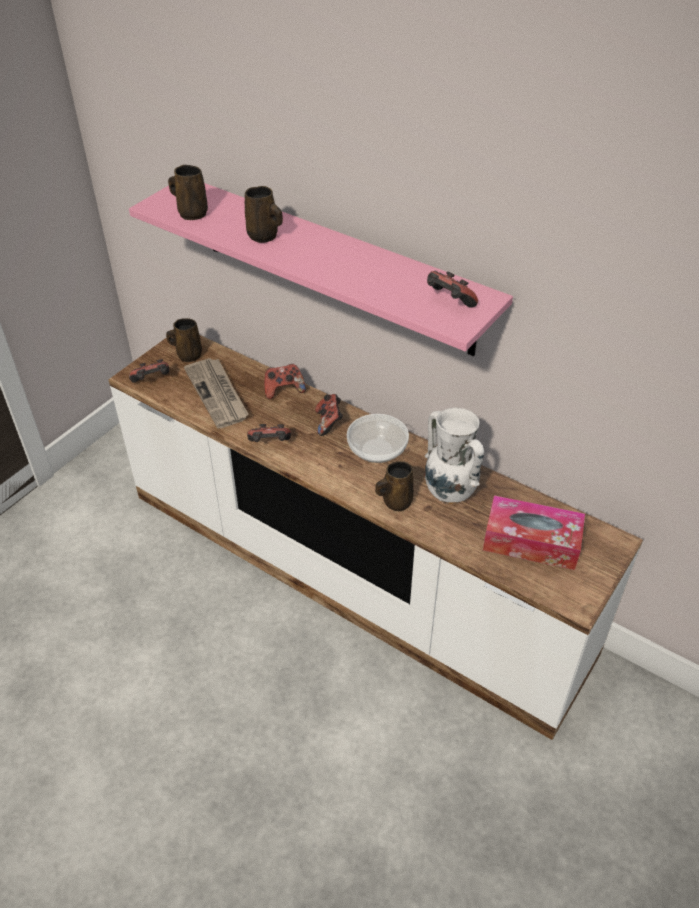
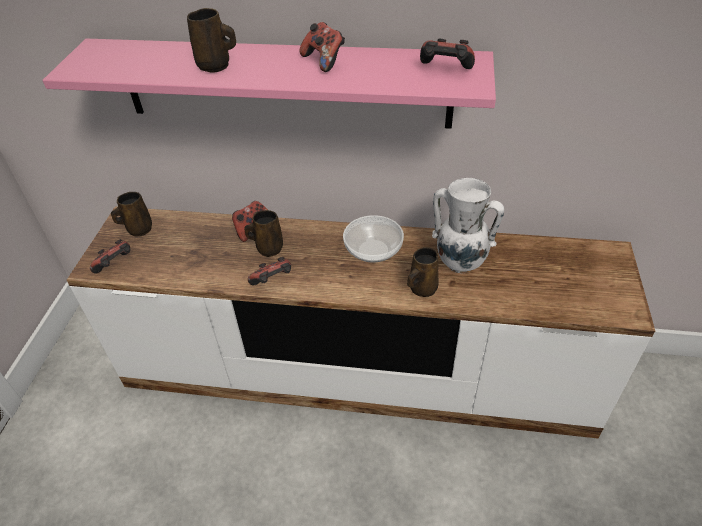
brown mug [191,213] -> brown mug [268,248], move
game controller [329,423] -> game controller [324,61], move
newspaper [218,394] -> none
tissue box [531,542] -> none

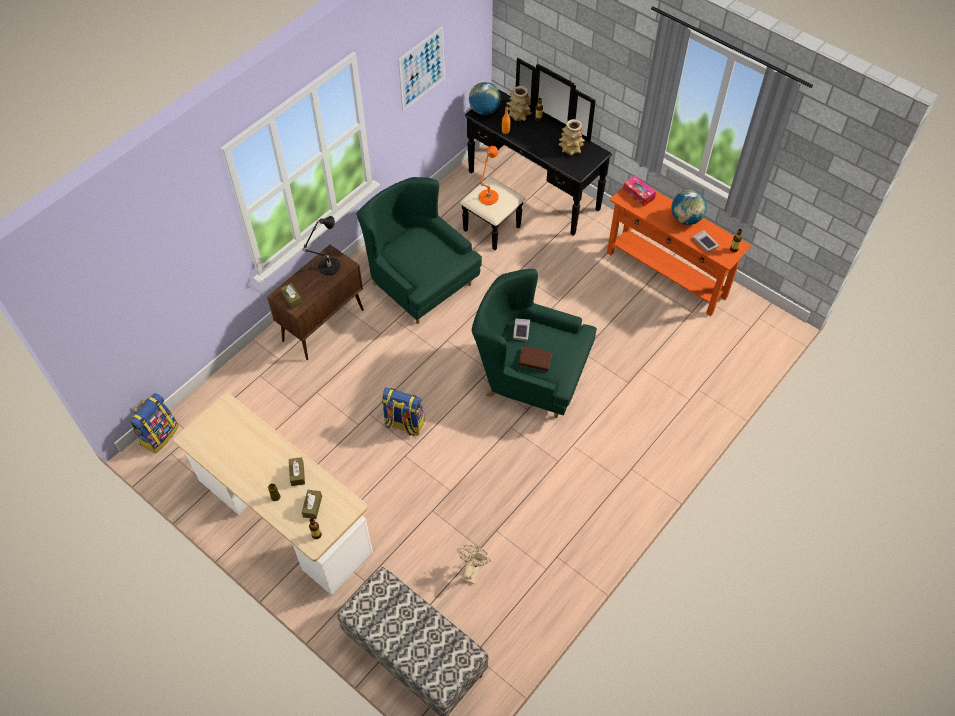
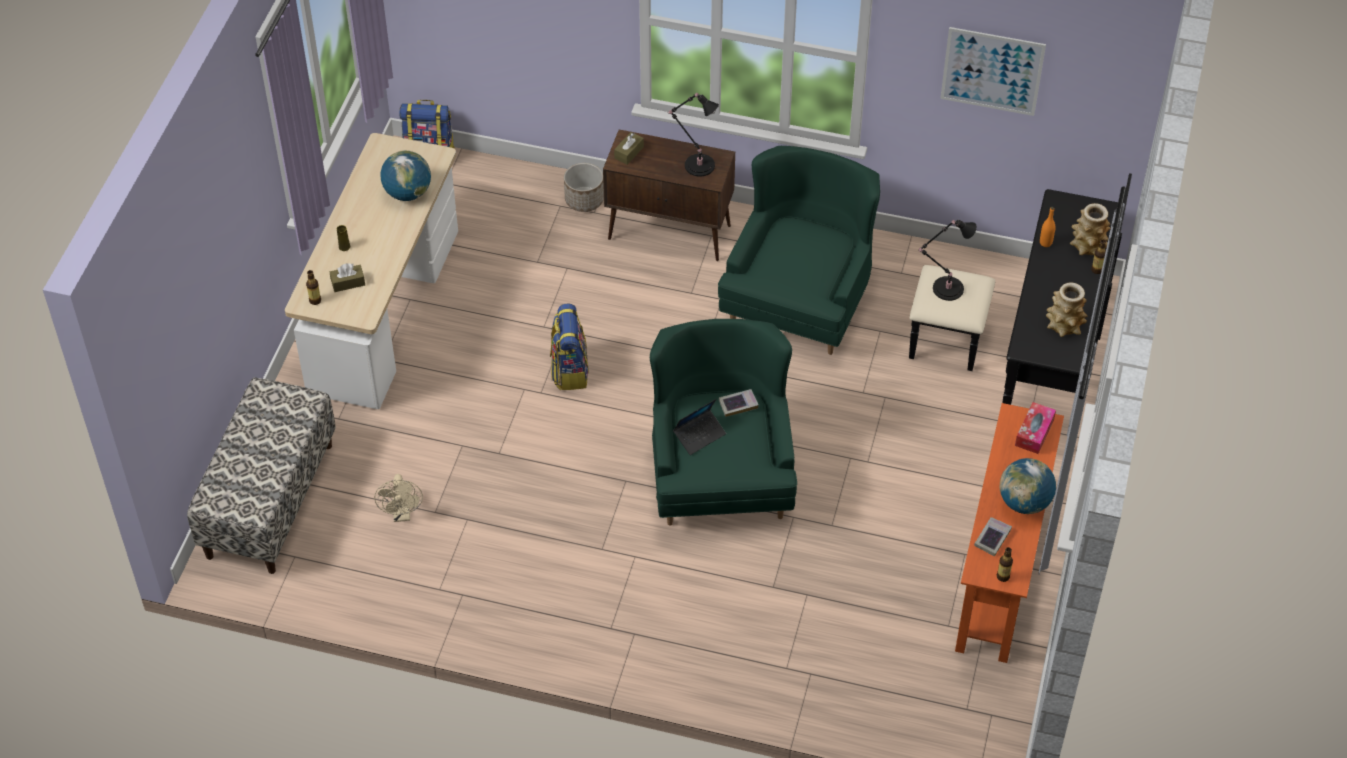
beige fan [472,570] -> beige fan [402,514], 90 degrees clockwise
globe [484,111] -> globe [407,193], move
none -> planter [584,199]
brown book [535,360] -> laptop [699,435]
orange table lamp [487,198] -> black table lamp [945,289]
brown tissue box [297,474] -> none

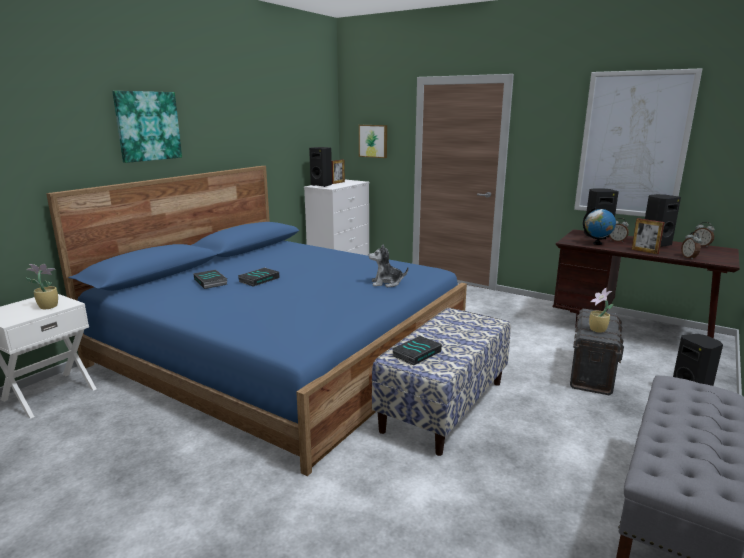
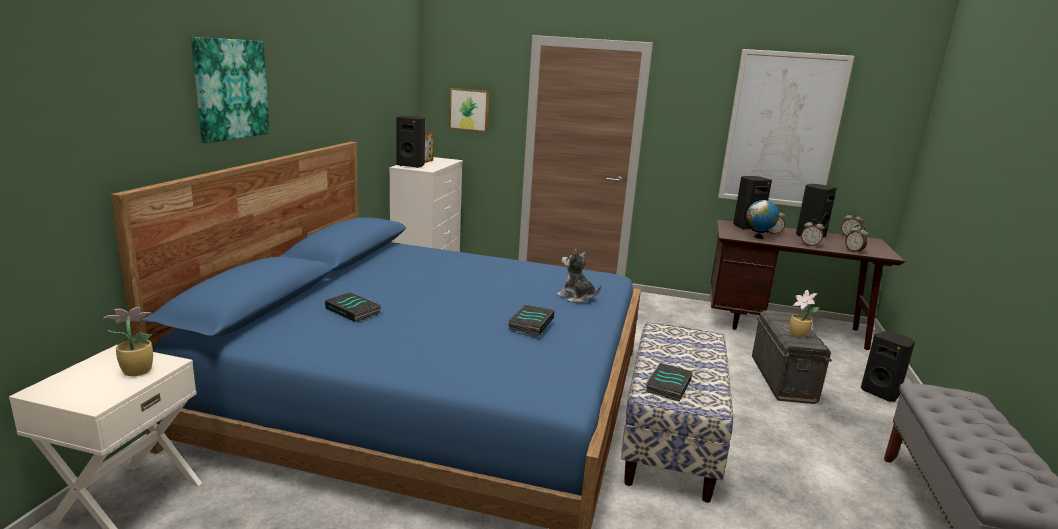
book [259,279] -> book [530,323], move
plush toy [386,283] -> plush toy [576,297], 60 degrees clockwise
picture frame [644,251] -> alarm clock [810,245]

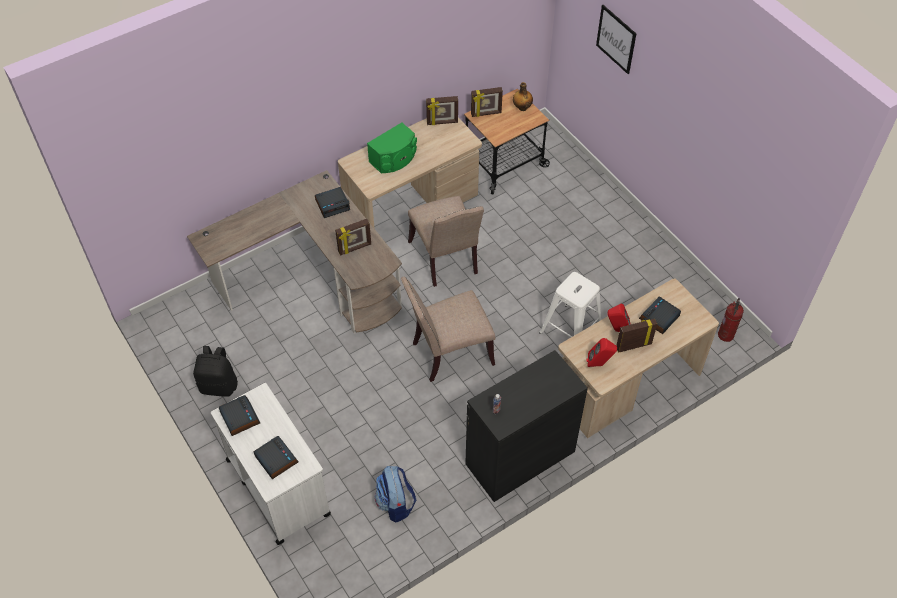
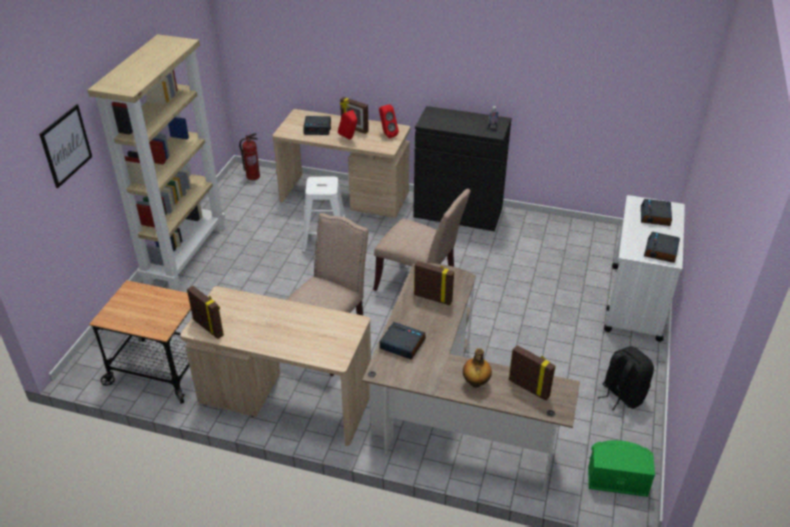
none -> beige bookcase [185,253]
bottle [522,107] -> bottle [475,383], move
picture frame [486,113] -> picture frame [529,388], move
green speaker [394,159] -> green speaker [617,477], move
backpack [395,504] -> none

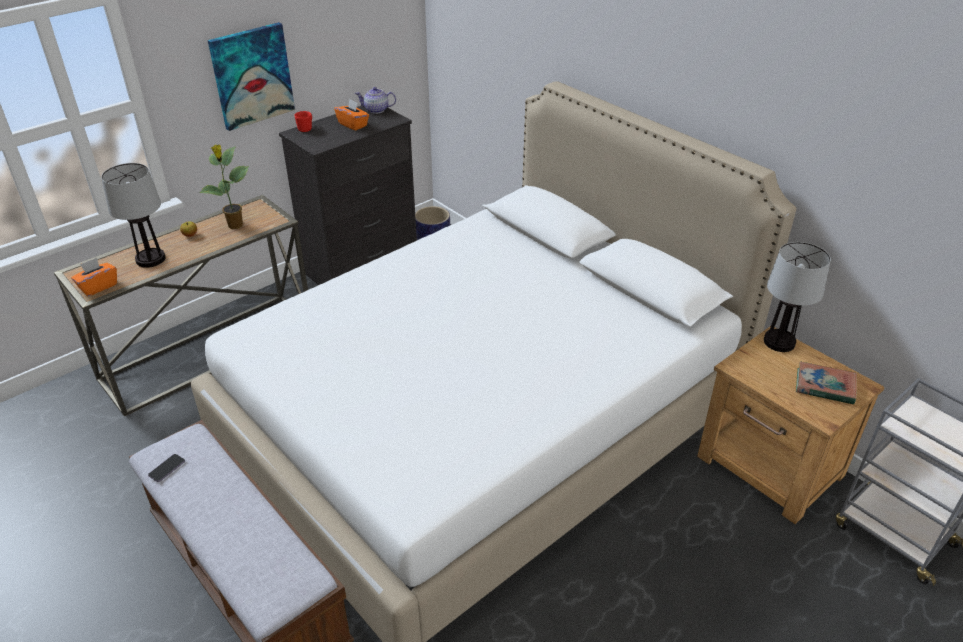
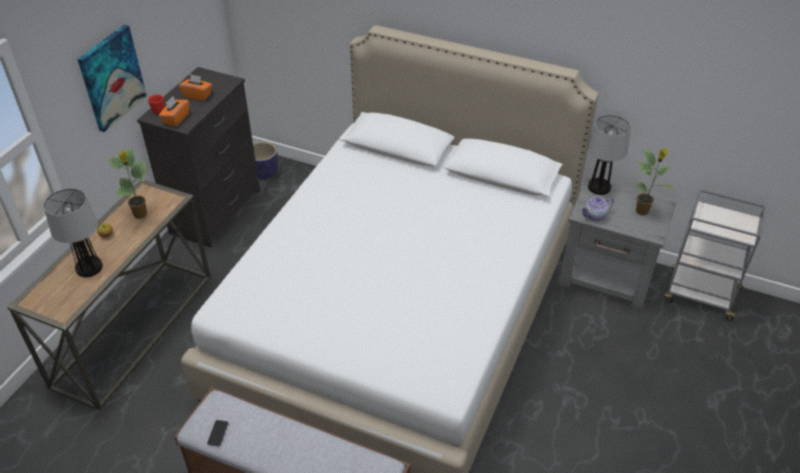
orange tissue box [98,287] -> orange tissue box [176,119], move
brown nightstand [770,468] -> grey nightstand [608,276]
teapot [376,110] -> teapot [595,216], move
book [824,386] -> potted plant [643,211]

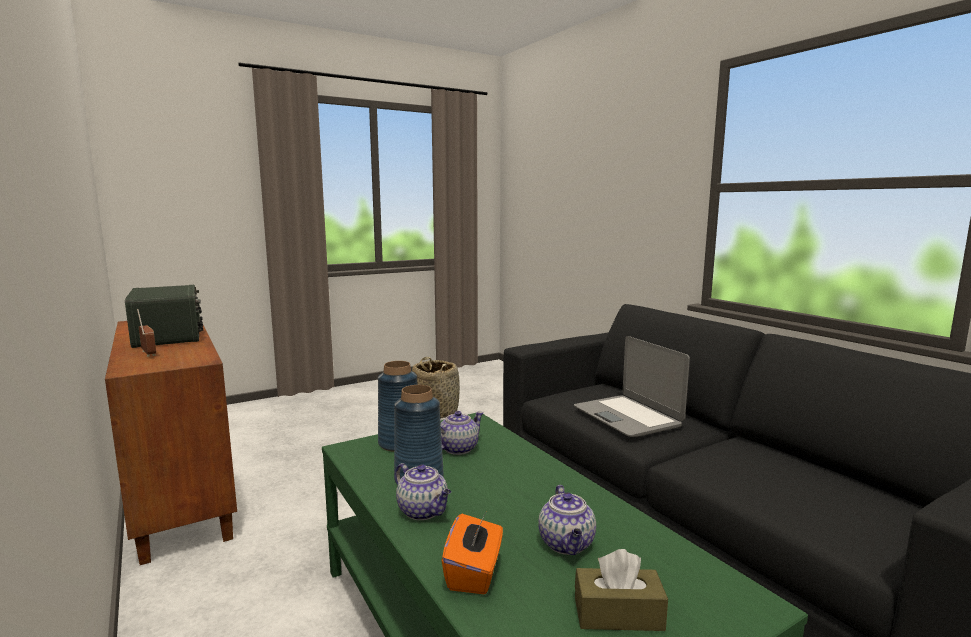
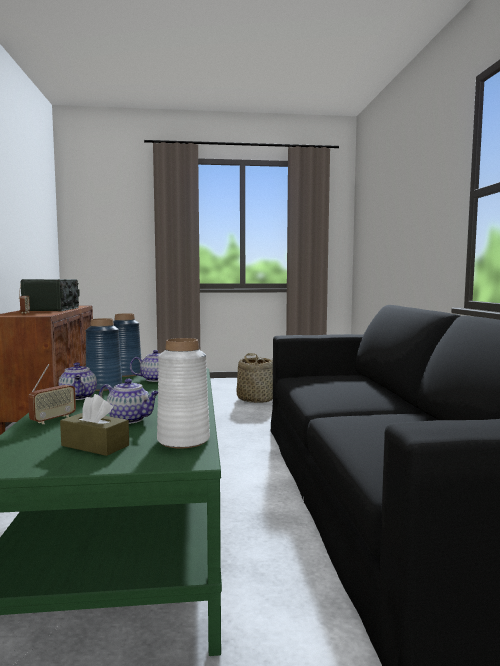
orange tissue box [474,573] -> radio [53,419]
teapot [567,544] -> teapot [130,419], 90 degrees counterclockwise
none -> white vase [183,440]
laptop [627,417] -> none

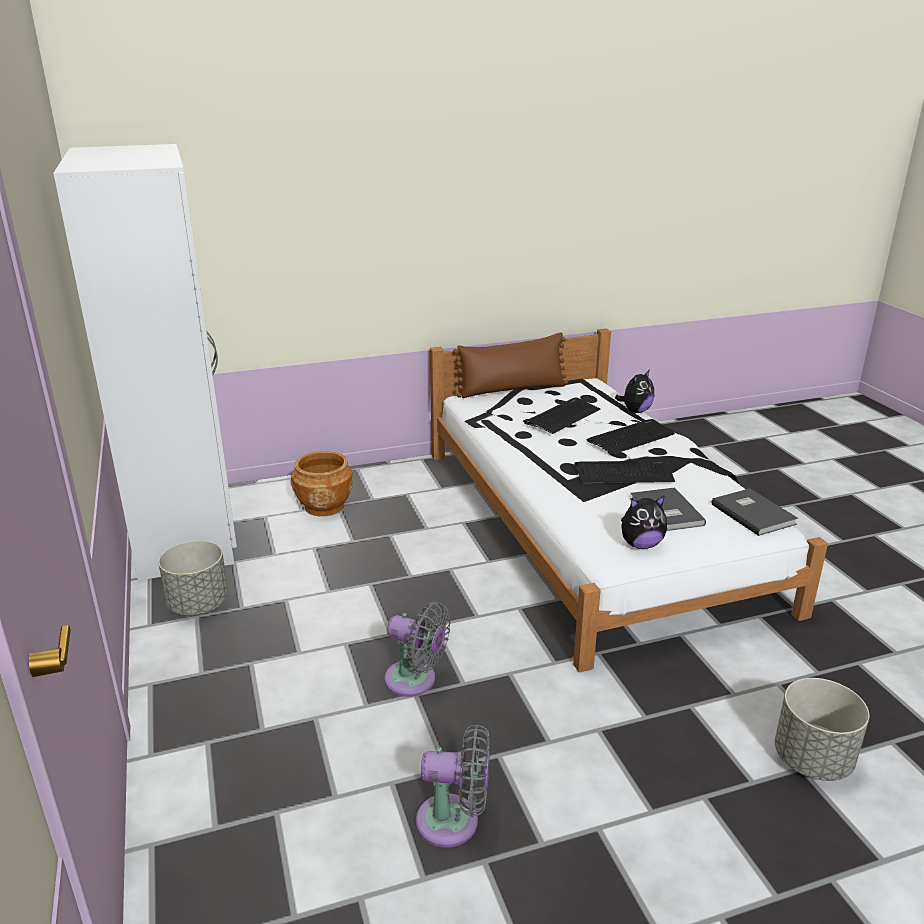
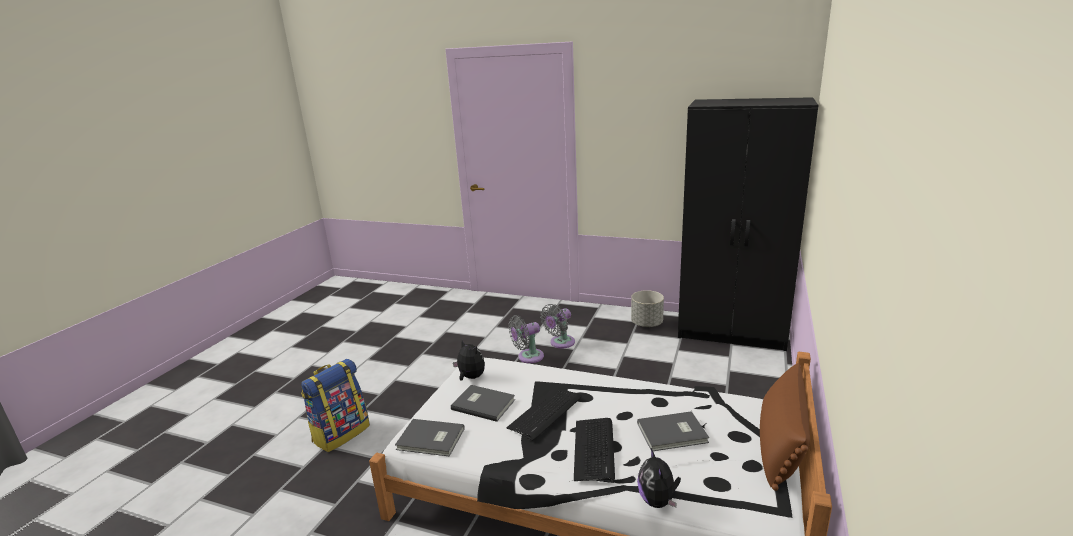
grey planter [812,760] -> backpack [341,433]
plush toy [640,545] -> plush toy [470,377], 105 degrees clockwise
grey fan [454,821] -> grey fan [560,343], move
keyboard [562,416] -> grey book [673,434]
white wardrobe [186,528] -> black wardrobe [733,332]
brown planter [324,506] -> none

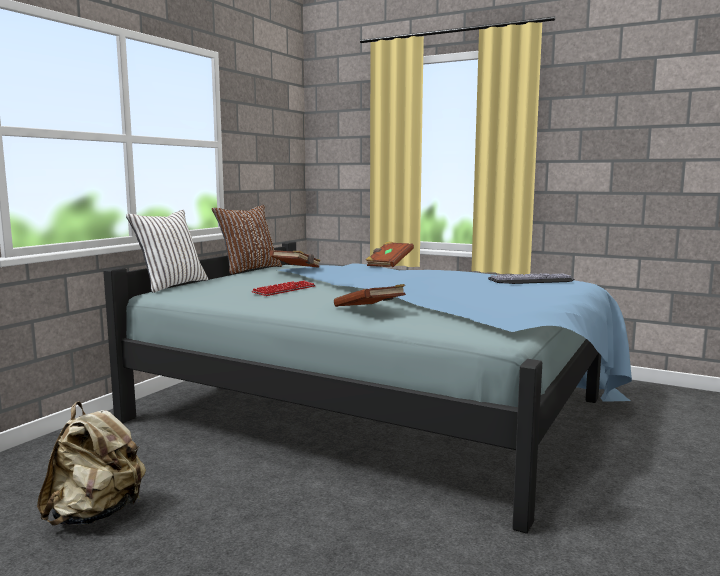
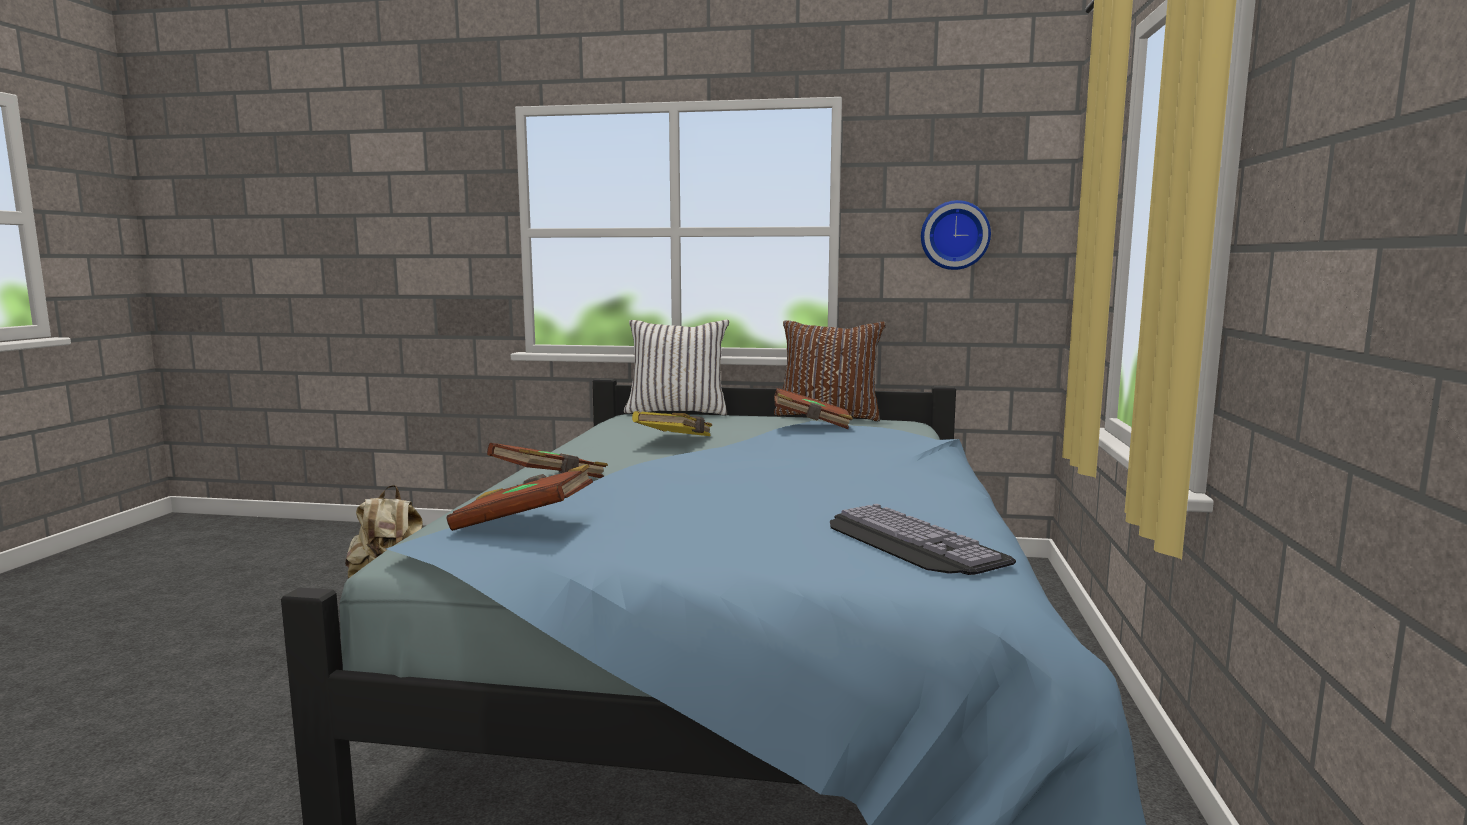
brown book [389,264] -> brown book [524,523], move
keyboard [284,290] -> yellow book [675,441]
none -> wall clock [954,235]

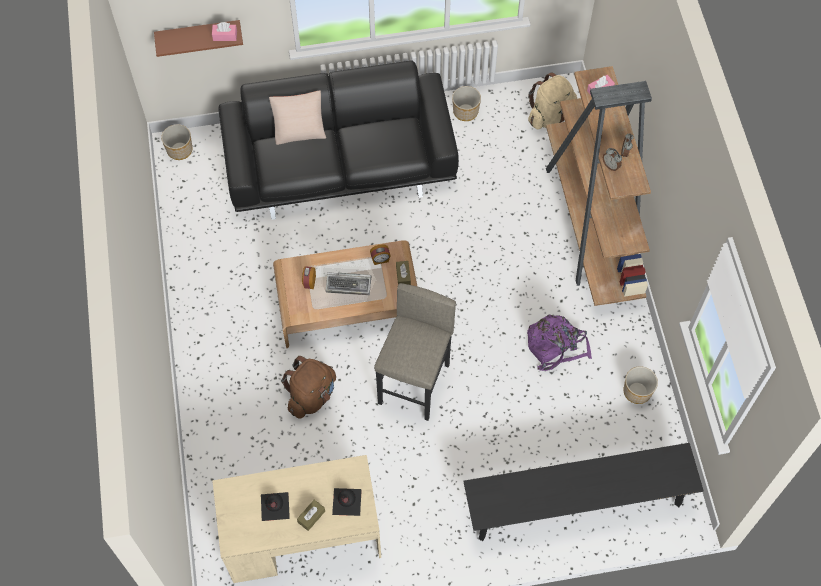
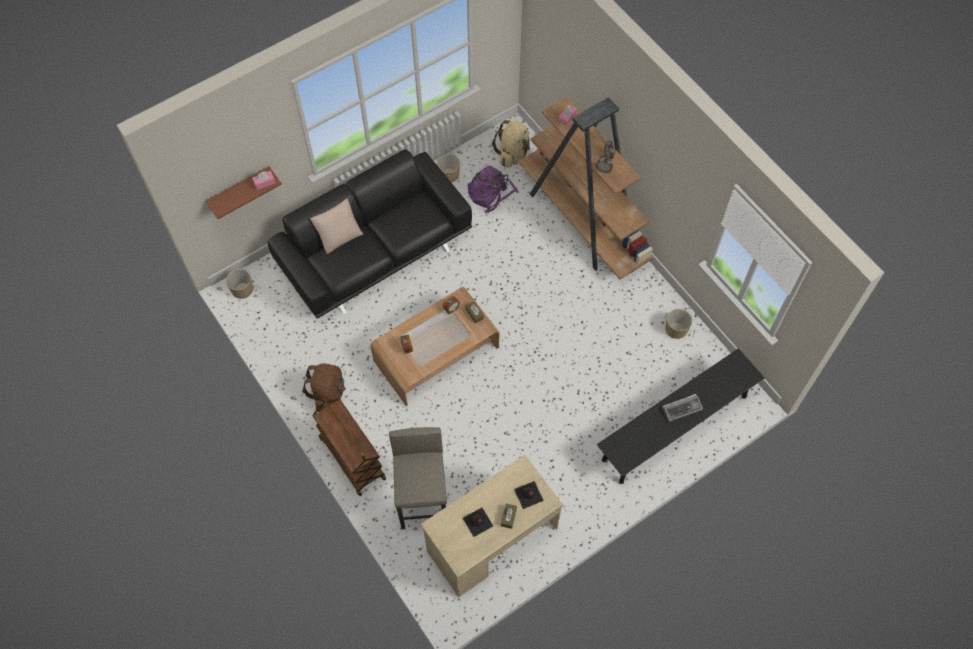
brown backpack [311,396] -> brown backpack [328,394], move
none -> brown cart [351,458]
grey stool [415,384] -> grey stool [423,500], move
purple backpack [556,346] -> purple backpack [490,193], move
keyboard [349,285] -> keyboard [682,408], move

